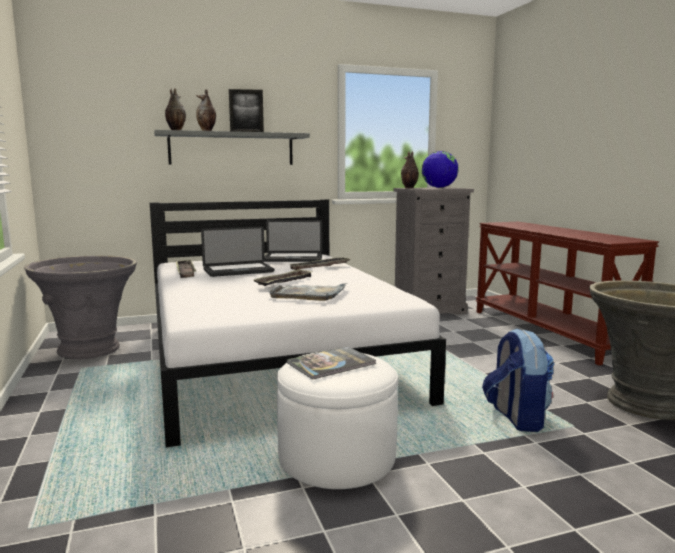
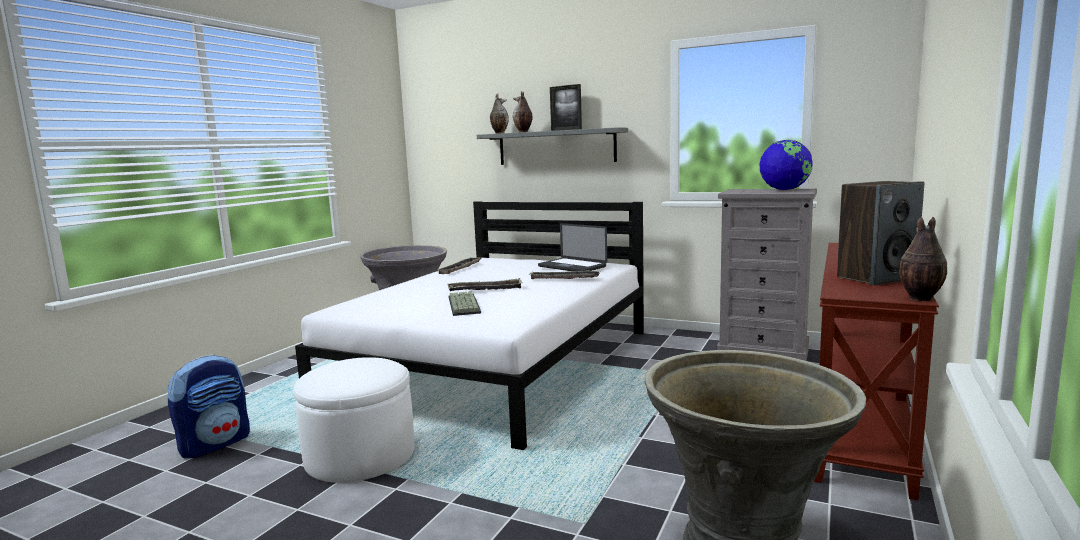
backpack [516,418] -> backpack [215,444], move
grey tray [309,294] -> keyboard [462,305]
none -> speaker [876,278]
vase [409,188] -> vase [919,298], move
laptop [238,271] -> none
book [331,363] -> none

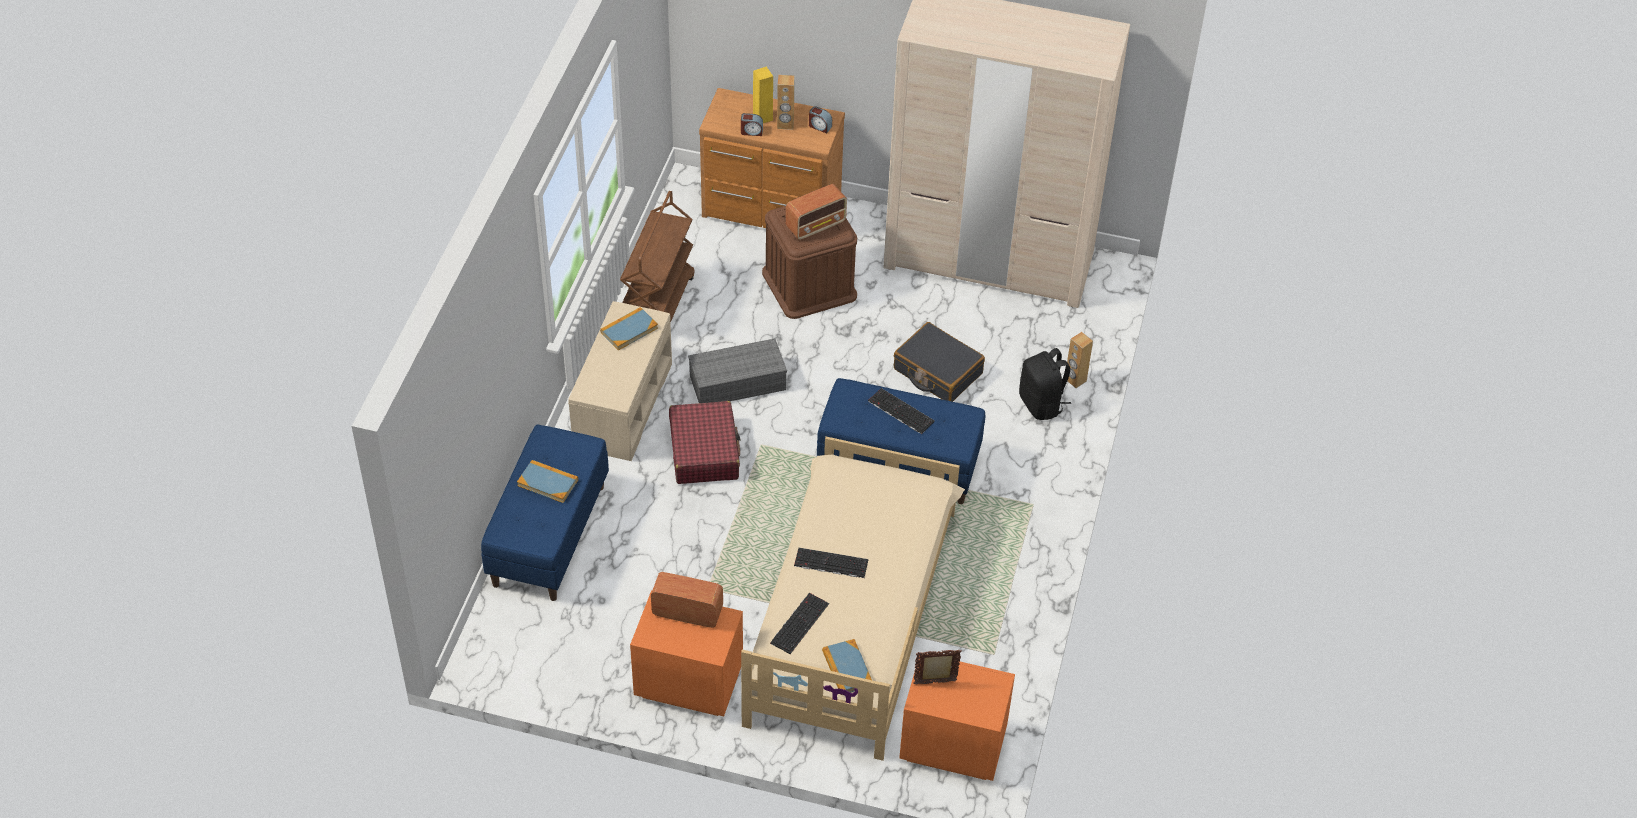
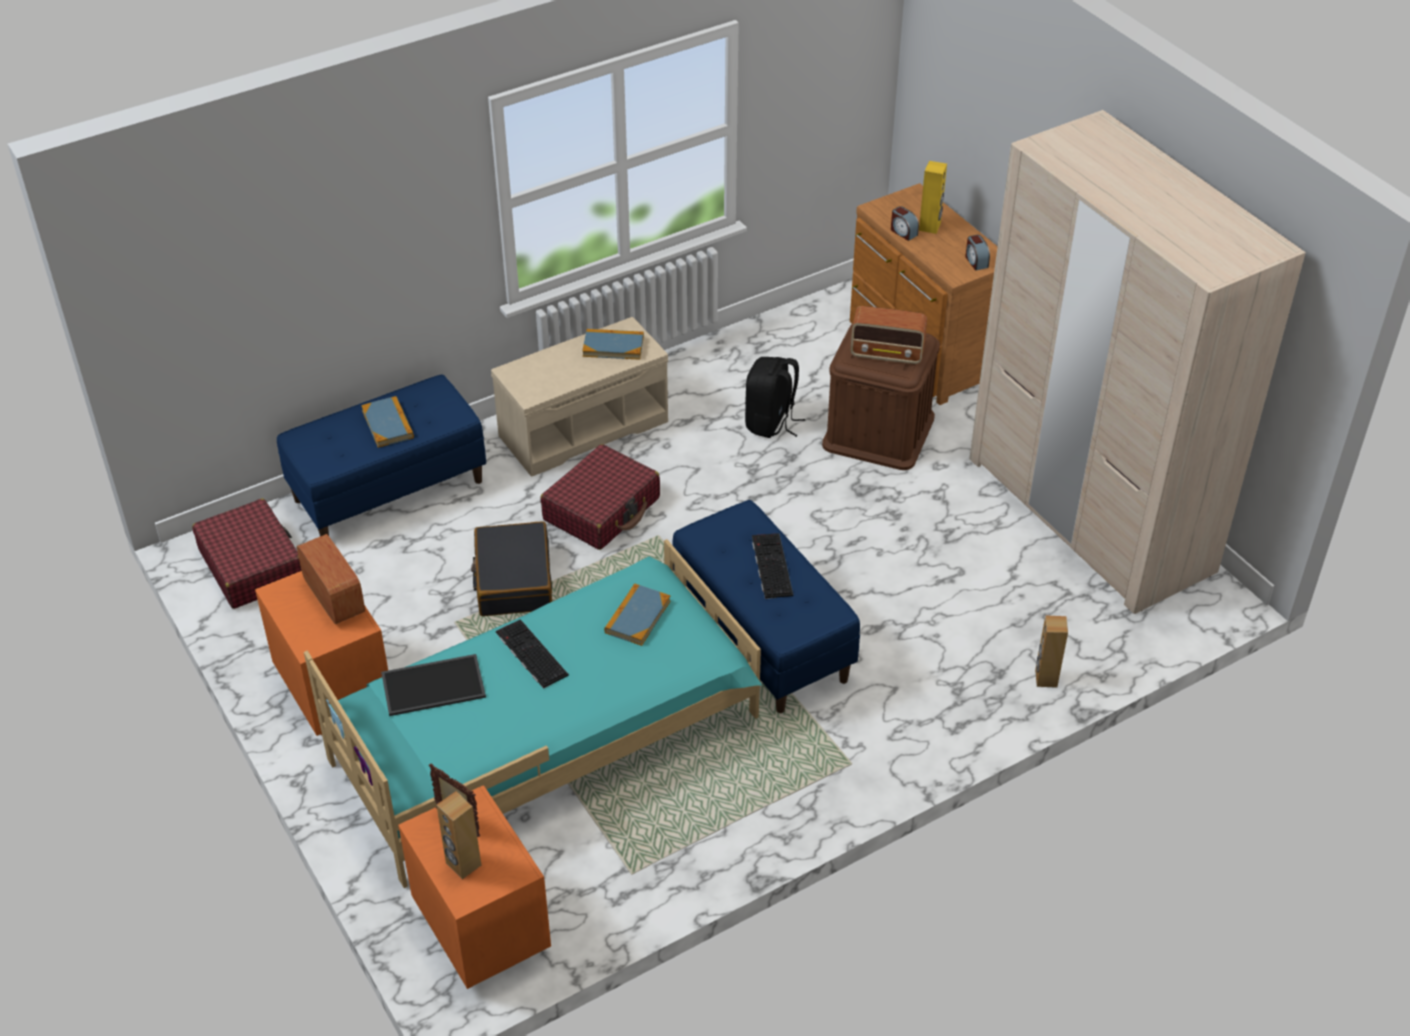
none -> red suitcase [252,565]
beige bed [850,615] -> turquoise bed [546,736]
keyboard [799,622] -> tray [434,684]
brown speaker [785,124] -> brown speaker [463,864], move
black suitcase [937,371] -> black suitcase [513,580], move
book [847,668] -> book [637,617], move
black backpack [1042,404] -> black backpack [771,423], move
brown cart [658,306] -> none
grey storage box [738,381] -> none

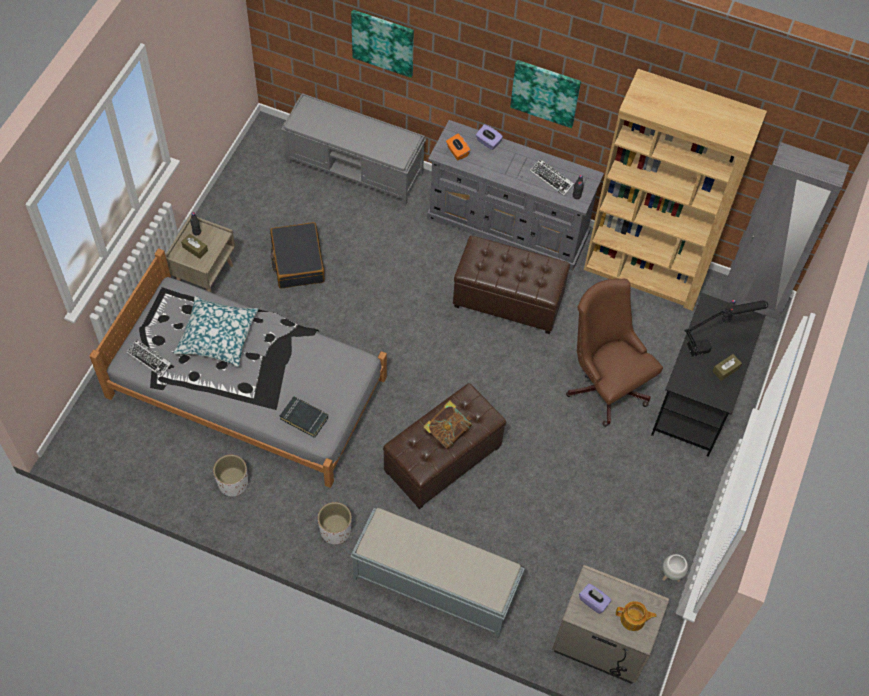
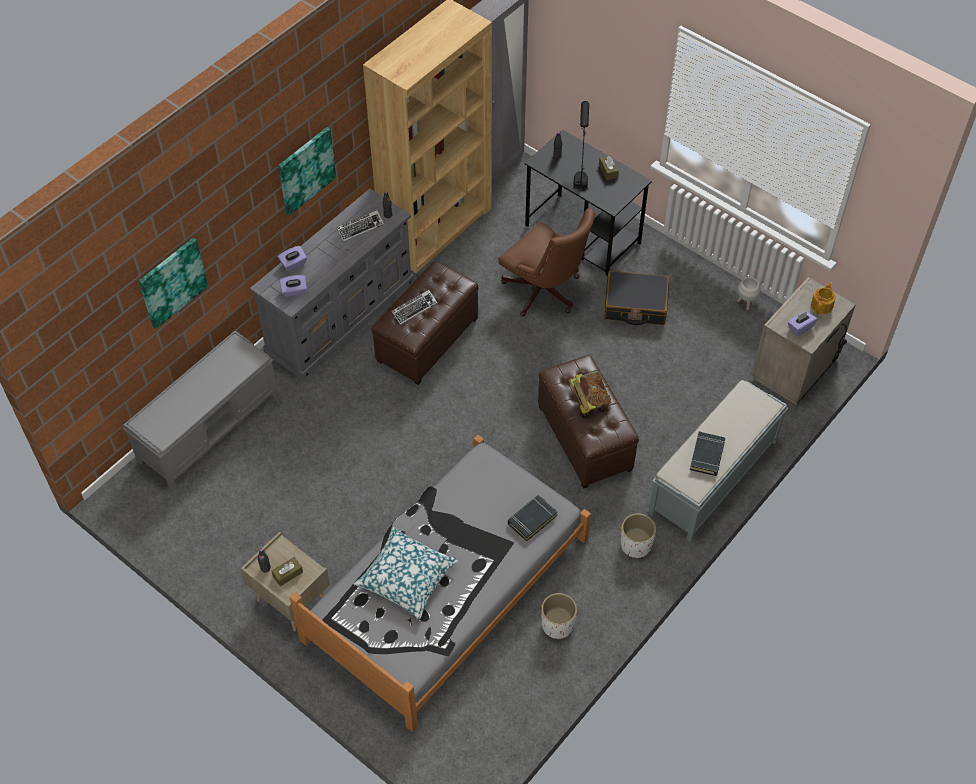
orange tissue box [457,152] -> purple tissue box [294,291]
keyboard [149,359] -> keyboard [414,309], move
brown office chair [604,384] -> brown office chair [545,293], 120 degrees counterclockwise
black suitcase [297,261] -> black suitcase [635,305], move
none -> black book [707,456]

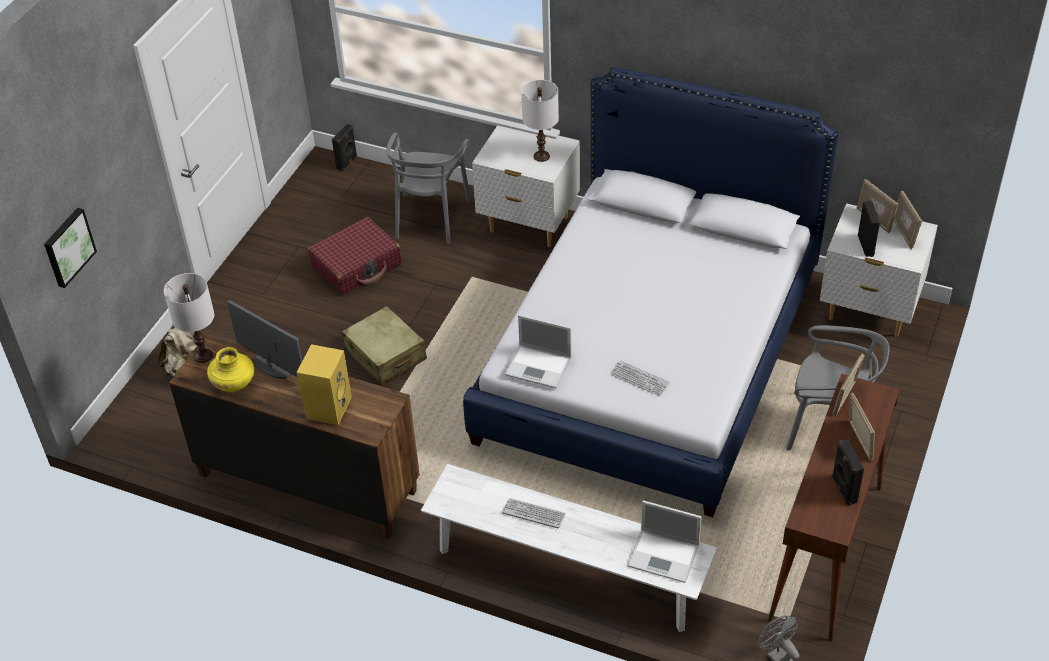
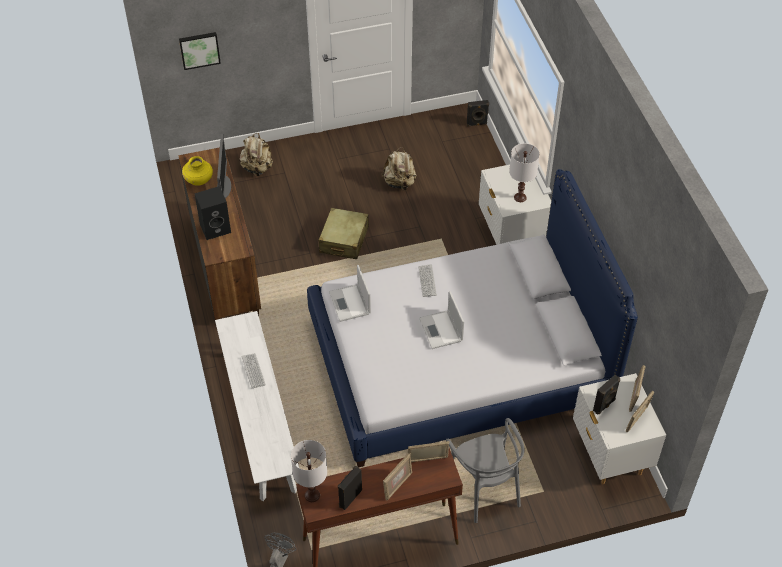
yellow speaker [328,406] -> black speaker [216,228]
white table lamp [203,356] -> white table lamp [312,495], move
red suitcase [357,265] -> beige backpack [399,183]
keyboard [639,379] -> keyboard [427,281], move
laptop [664,556] -> laptop [441,330], move
grey chair [430,218] -> none

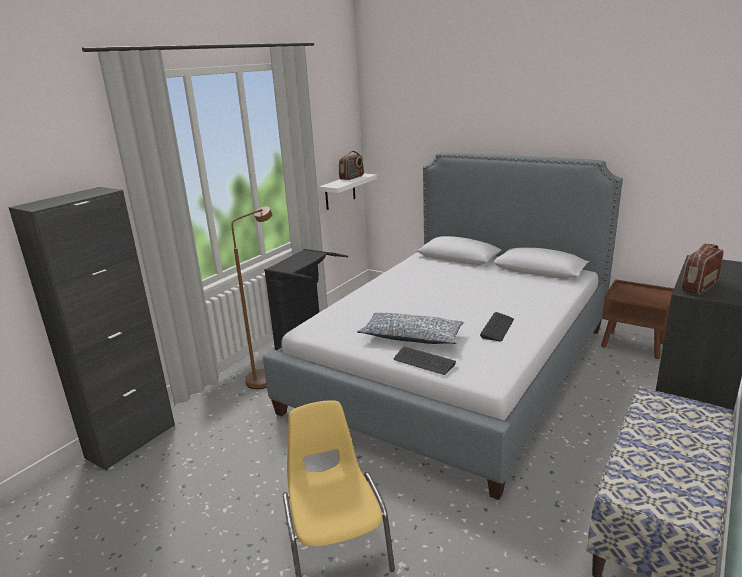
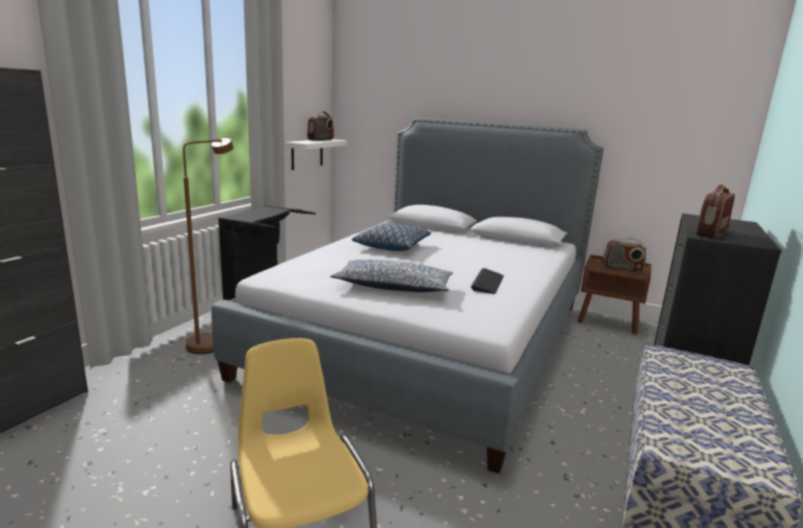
none -> pillow [391,246]
none -> radio [622,269]
keyboard [424,362] -> none

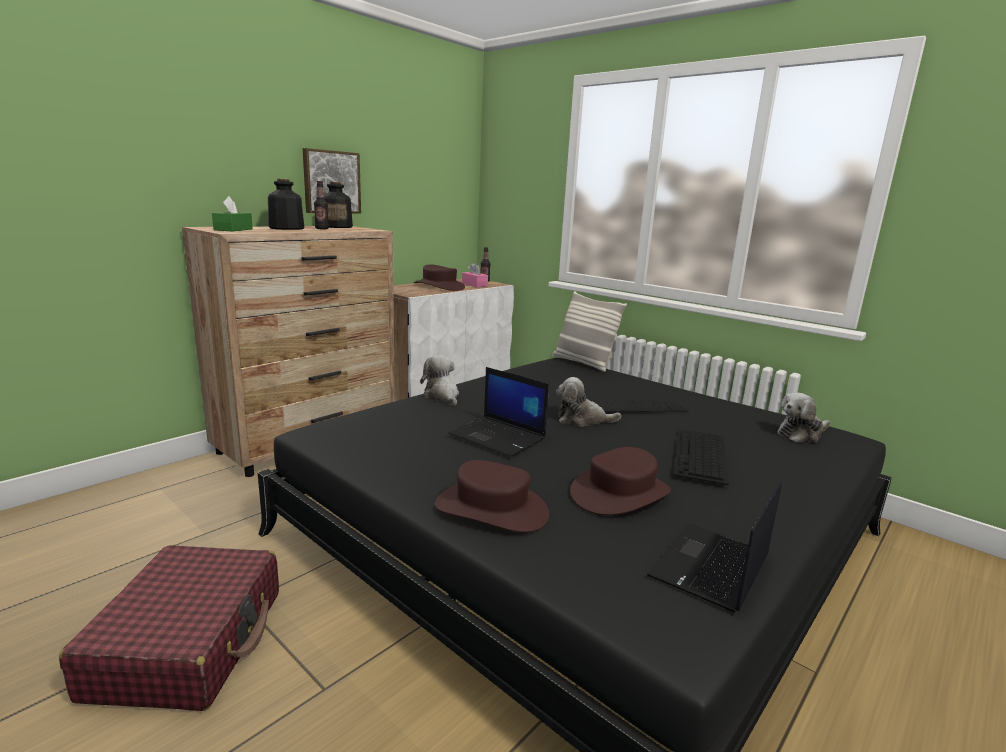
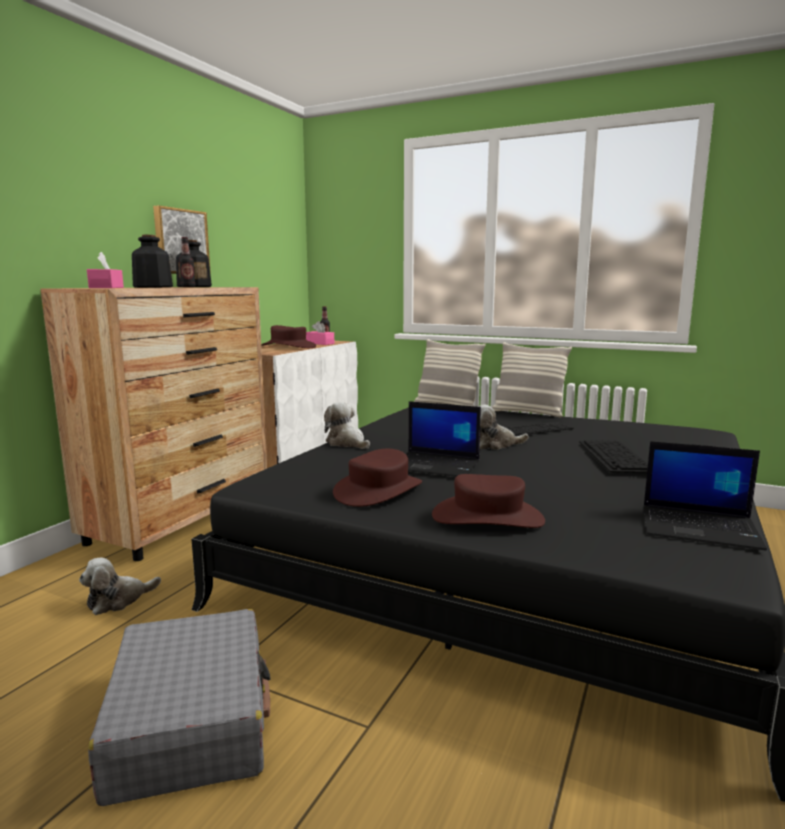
plush toy [801,434] -> plush toy [118,600], move
green tissue box [233,229] -> pink tissue box [106,288]
red suitcase [189,642] -> grey suitcase [191,720]
brown hat [620,493] -> brown hat [378,490], move
none -> pillow [528,413]
laptop [711,568] -> laptop [701,528], 90 degrees counterclockwise

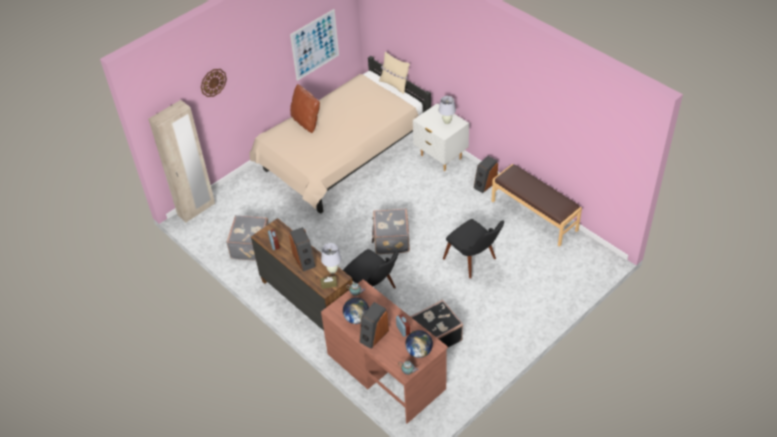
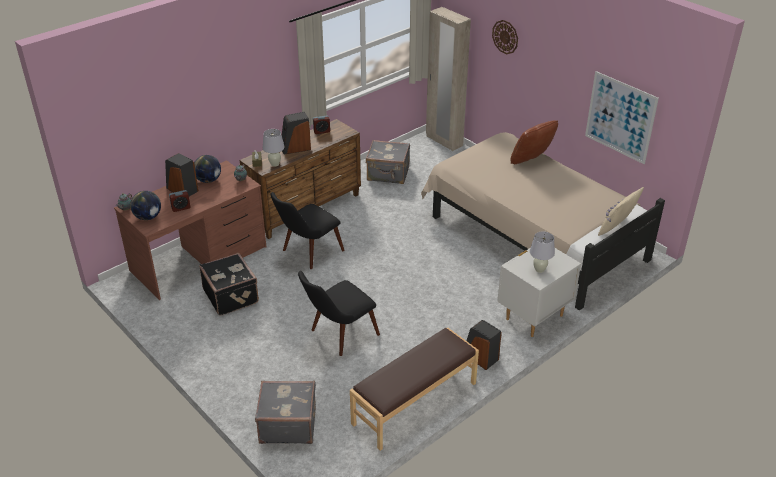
grey suitcase [391,240] -> grey suitcase [287,424], move

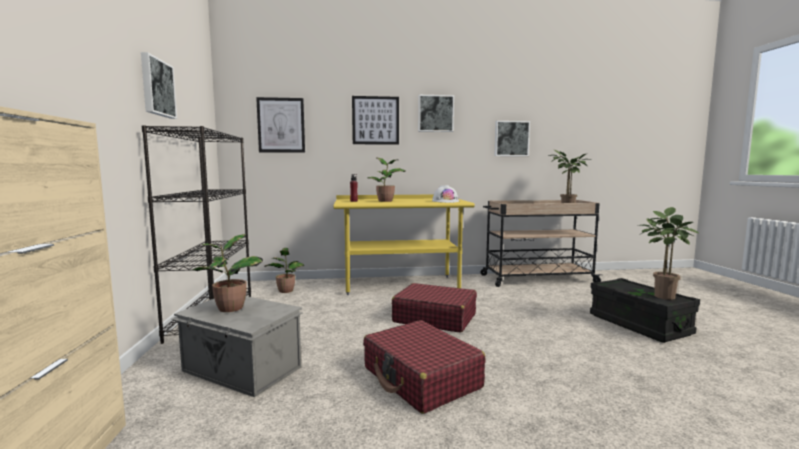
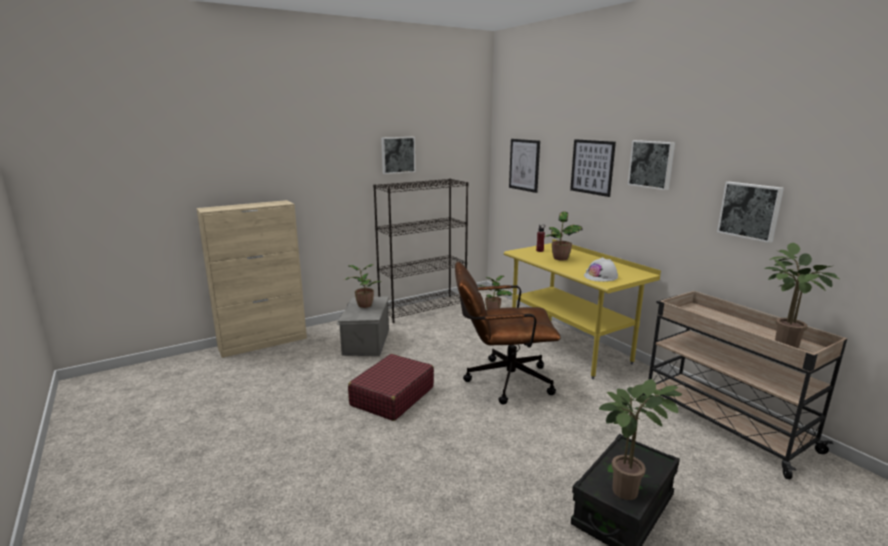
red suitcase [434,318] -> brown office chair [501,380]

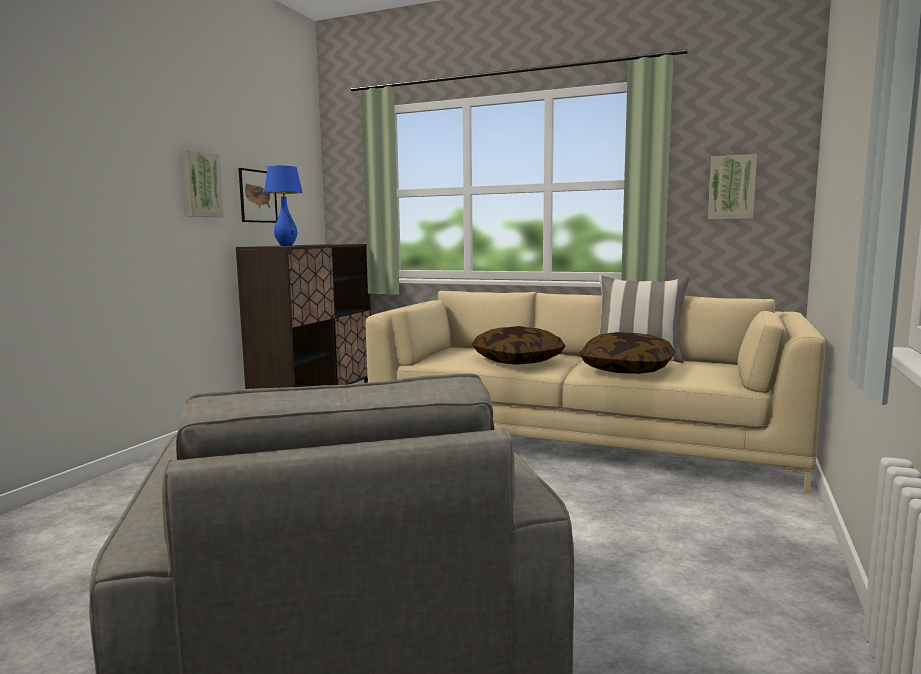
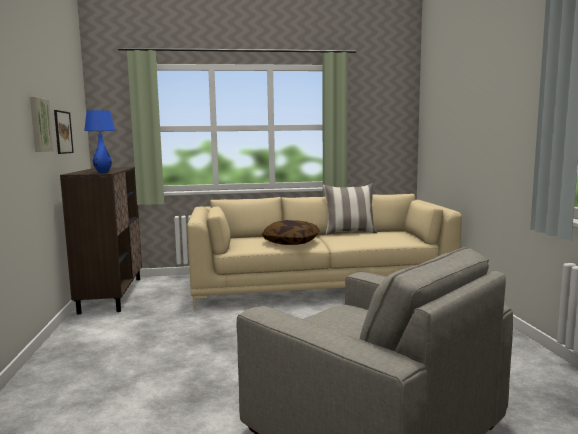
pillow [627,369] -> none
picture [731,187] -> none

